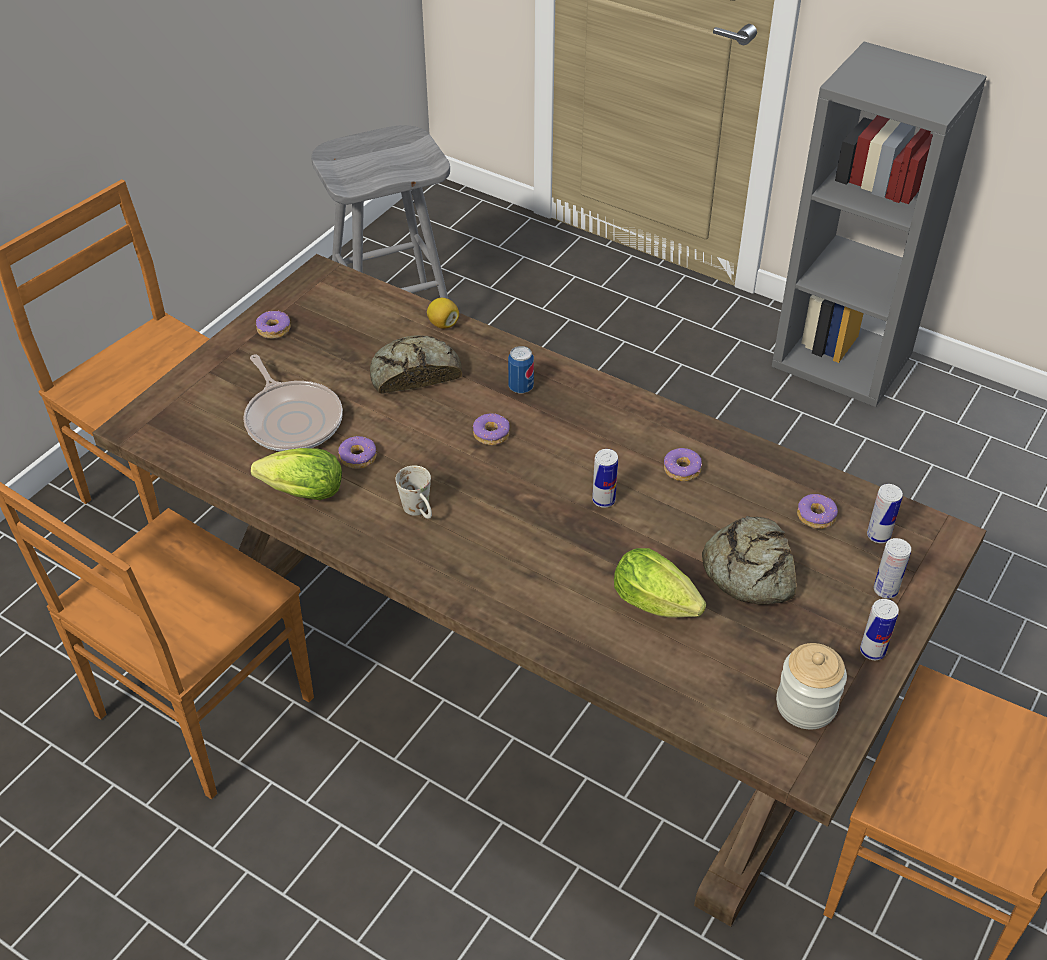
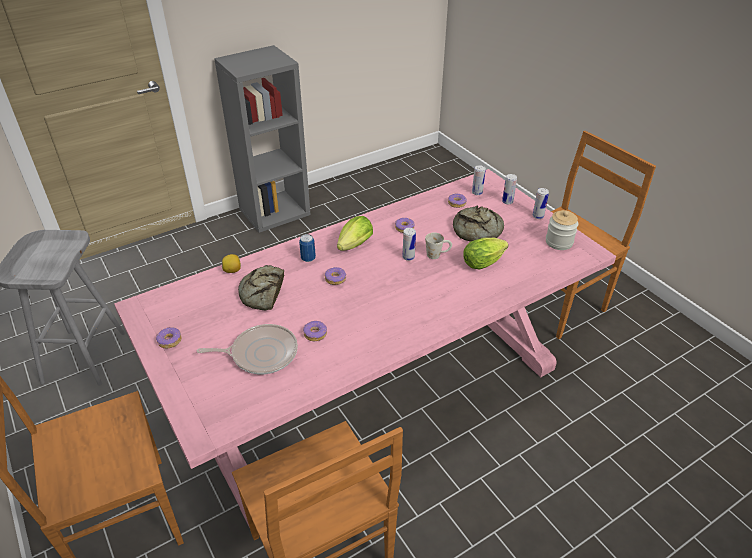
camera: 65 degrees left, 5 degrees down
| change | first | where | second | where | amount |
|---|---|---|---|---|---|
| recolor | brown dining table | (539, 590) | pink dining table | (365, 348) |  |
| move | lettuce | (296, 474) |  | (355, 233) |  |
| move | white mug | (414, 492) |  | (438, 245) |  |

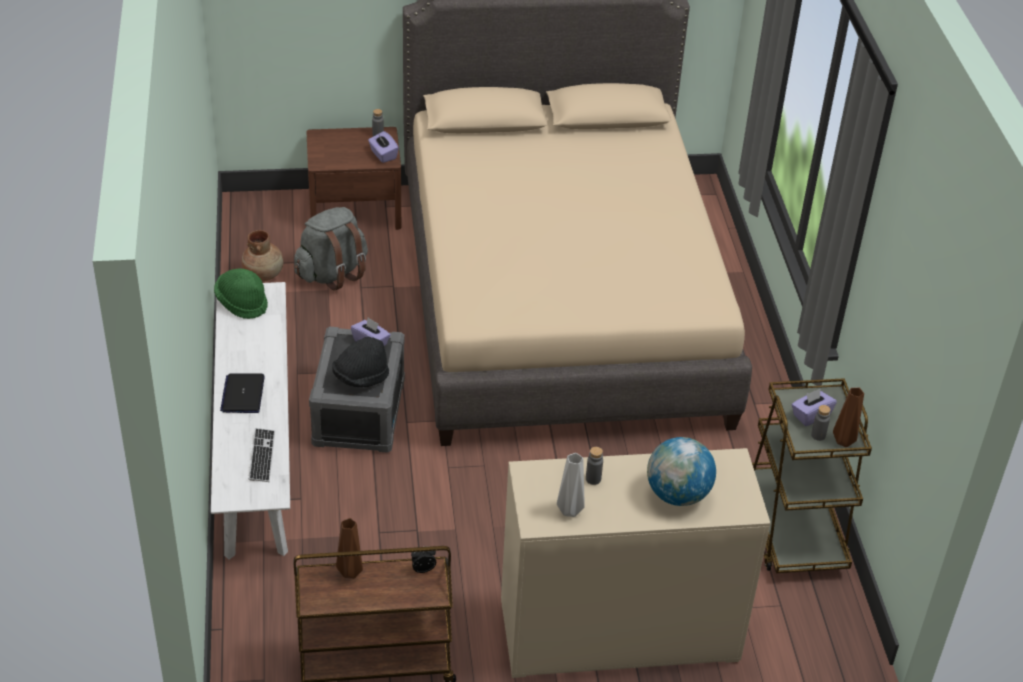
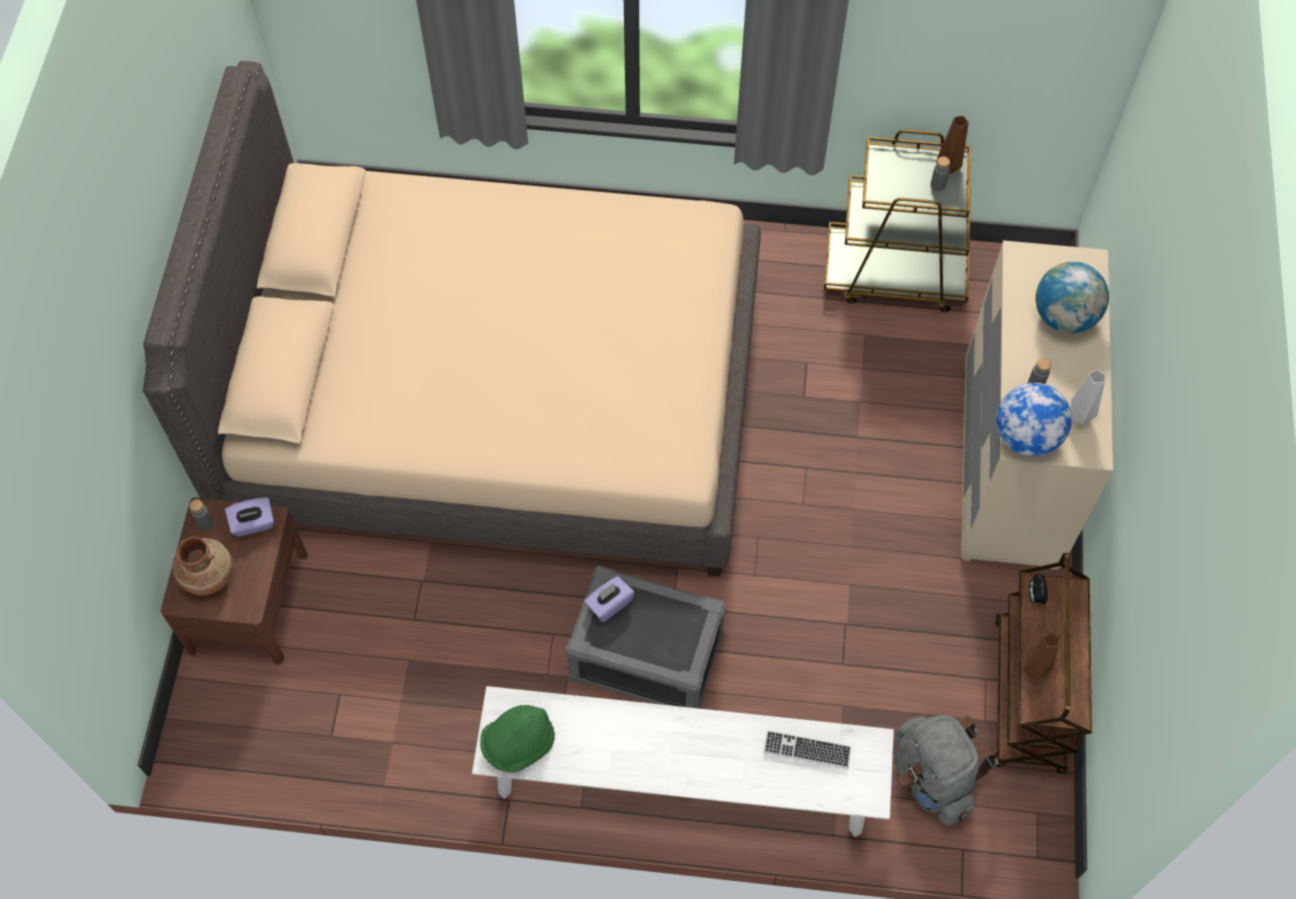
camera: 75 degrees left, 20 degrees up
| change | first | where | second | where | amount |
|---|---|---|---|---|---|
| move | brown vase | (263, 255) |  | (202, 566) |  |
| move | grey backpack | (331, 249) |  | (946, 770) |  |
| insert |  |  | globe | (1034, 419) |  |
| delete | laptop | (242, 393) |  |  |  |
| delete | black hat | (360, 362) |  |  |  |
| delete | purple tissue box | (814, 407) |  |  |  |

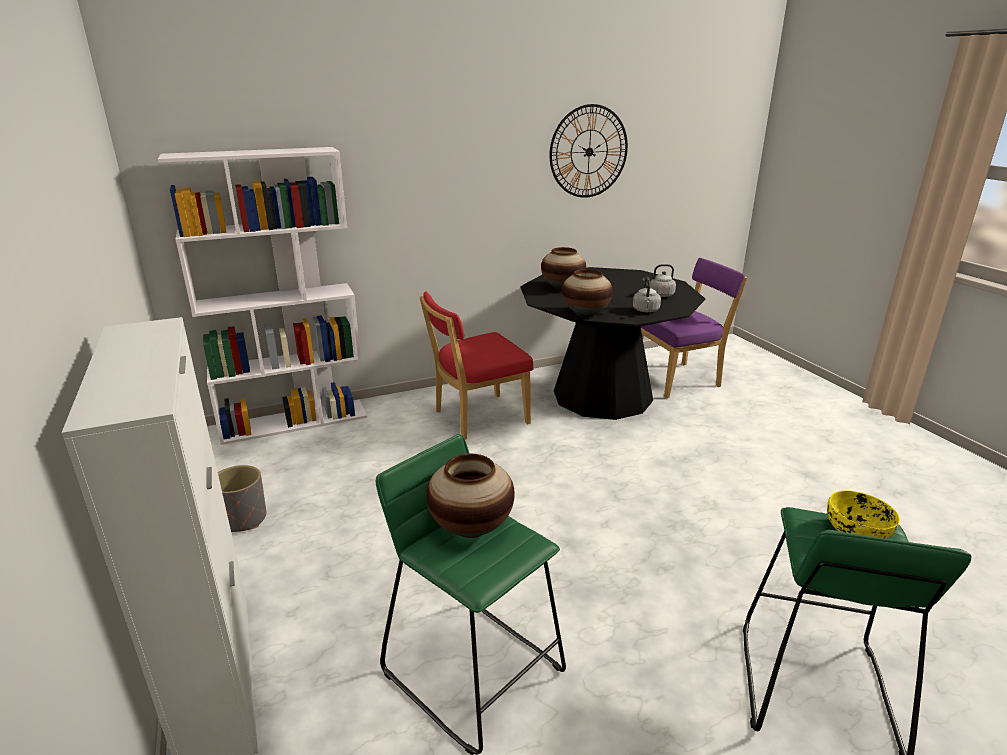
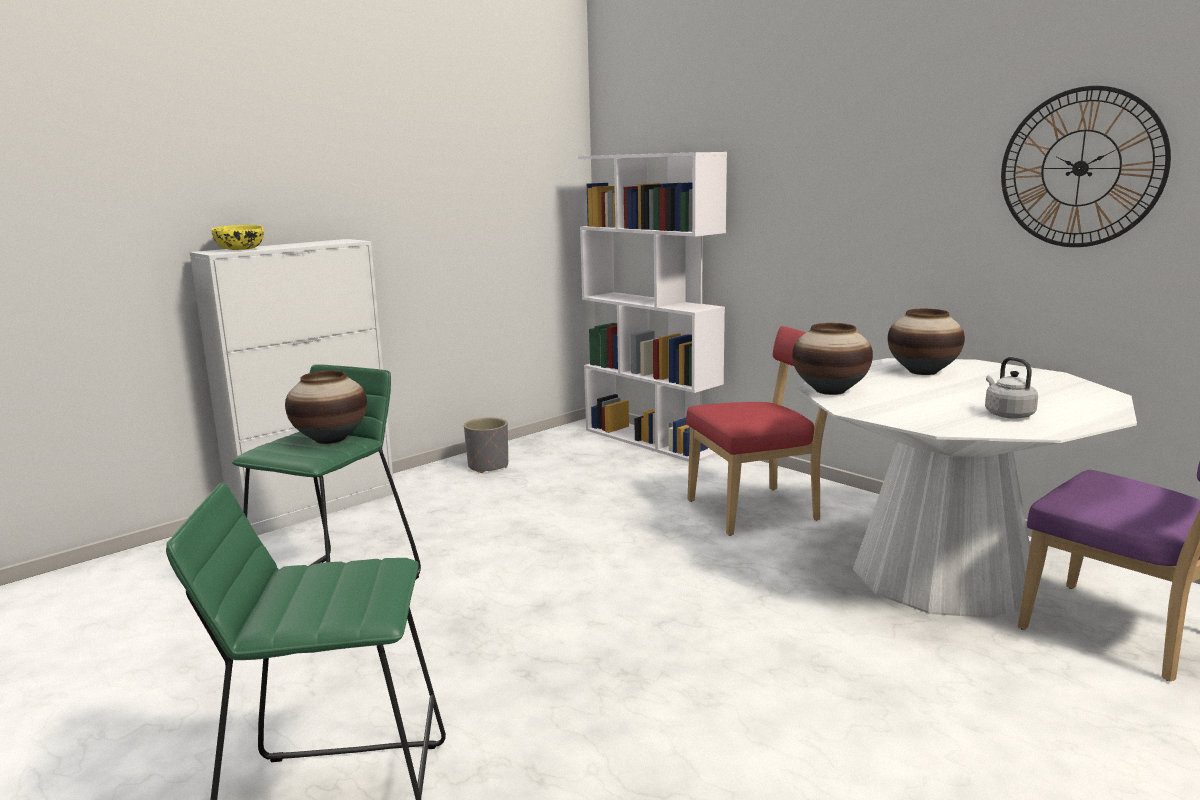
camera: 70 degrees right, 10 degrees down
| change | first | where | second | where | amount |
|---|---|---|---|---|---|
| move | yellow bowl | (863, 514) |  | (237, 237) |  |
| rotate | red chair | (476, 365) |  | (757, 431) | 120 degrees clockwise |
| recolor | black dining table | (613, 343) | white dining table | (967, 488) |  |
| delete | grey kettle | (647, 294) |  |  |  |

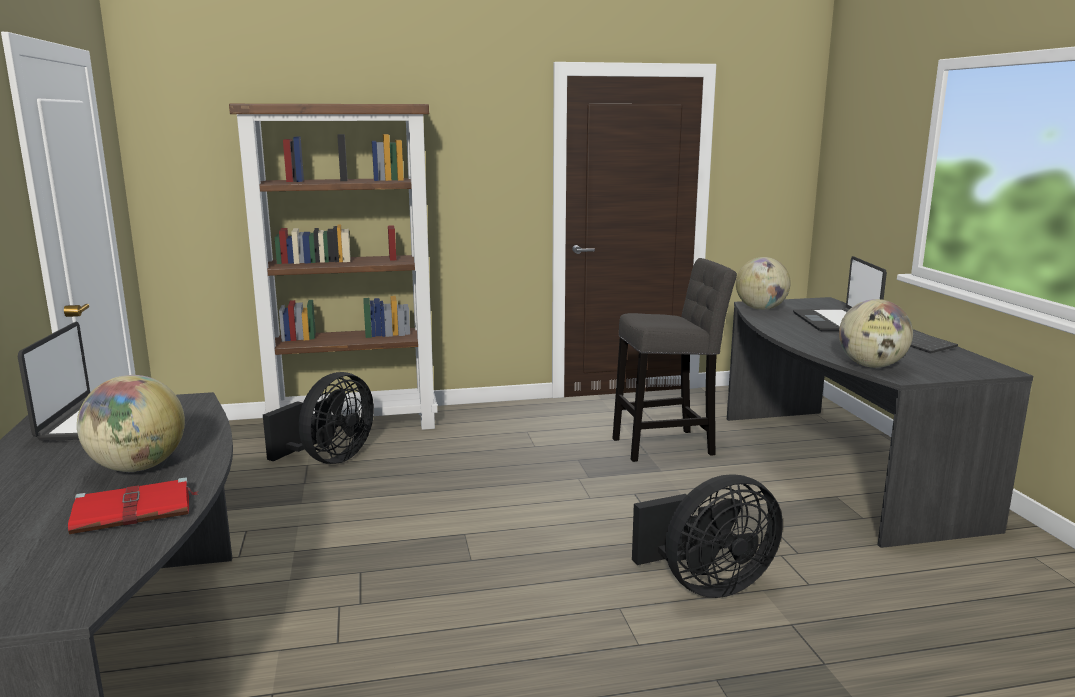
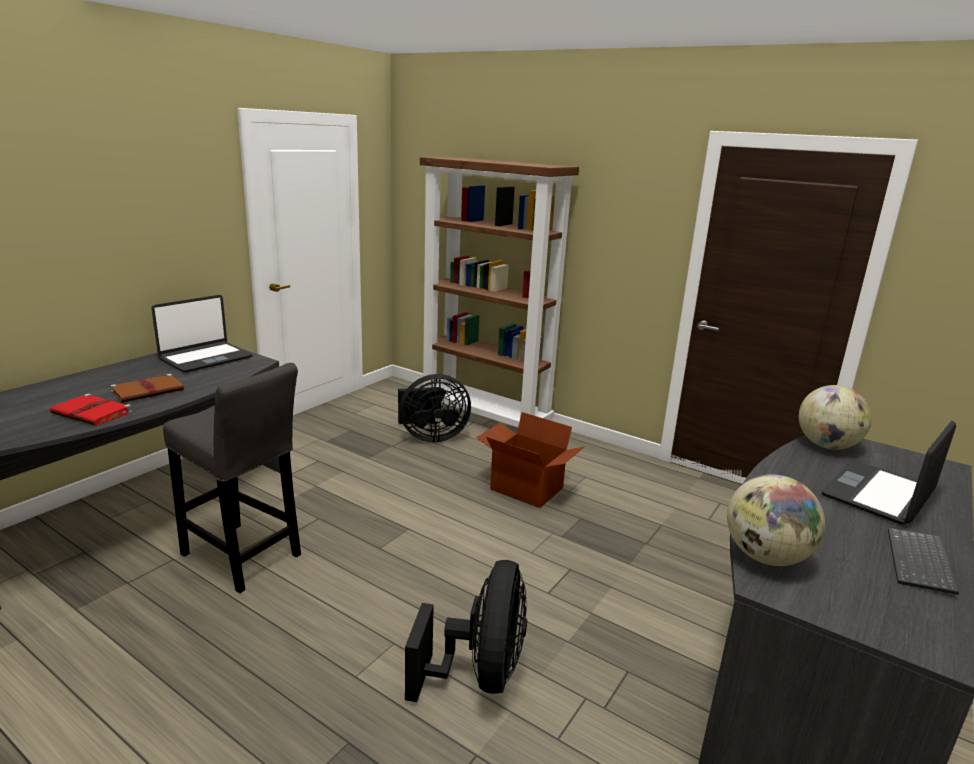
camera: 45 degrees right, 5 degrees up
| change | first | where | second | where | amount |
|---|---|---|---|---|---|
| replace | globe | (131, 423) | brown book | (147, 388) |  |
| move | grey stool | (674, 360) |  | (232, 478) |  |
| rotate | black fan | (707, 536) |  | (466, 631) | 105 degrees counterclockwise |
| insert |  |  | cardboard box | (530, 460) |  |

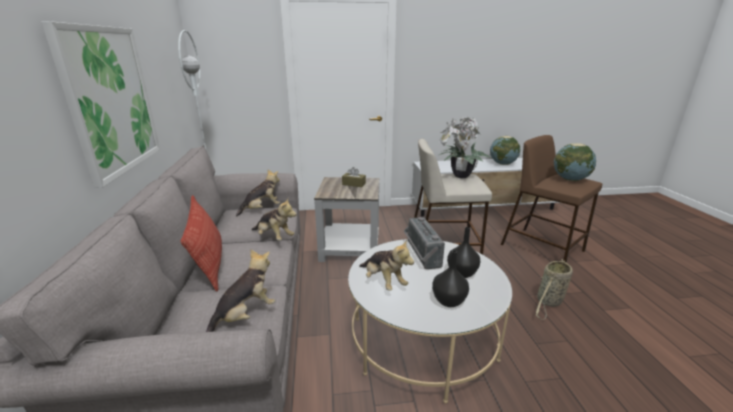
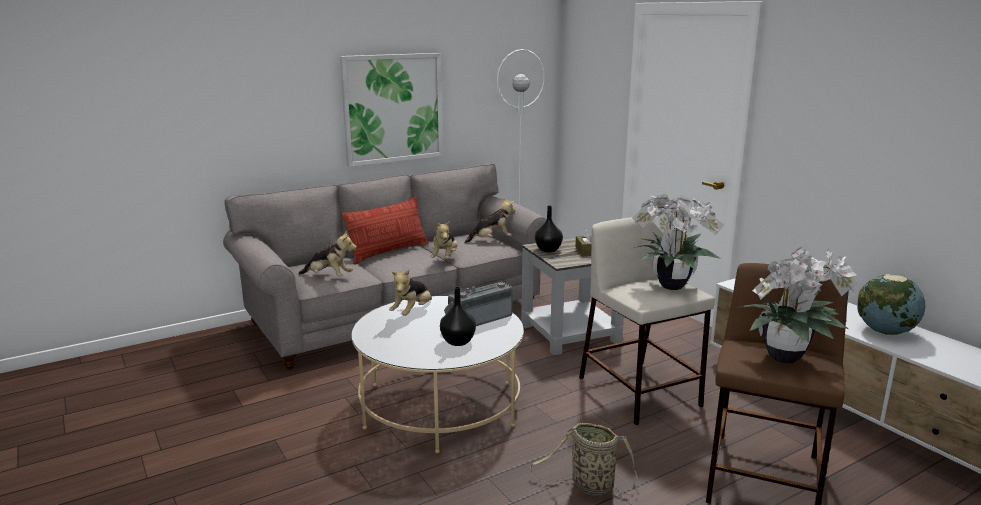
camera: 65 degrees right, 5 degrees down
| change | first | where | second | where | amount |
|---|---|---|---|---|---|
| rotate | plush toy | (258, 193) |  | (490, 220) | 45 degrees counterclockwise |
| move | black vase | (450, 278) |  | (549, 229) |  |
| replace | globe | (575, 162) | potted plant | (799, 305) |  |

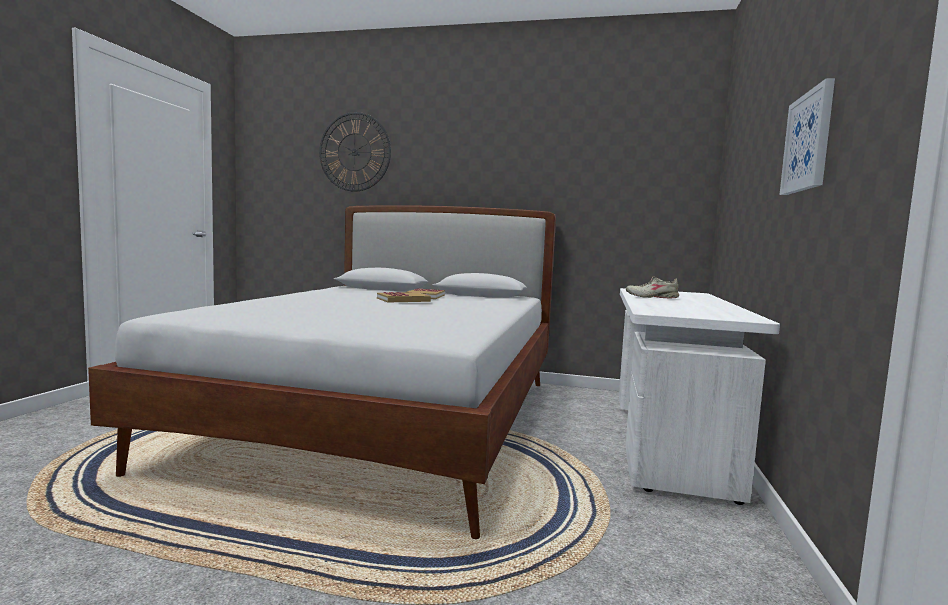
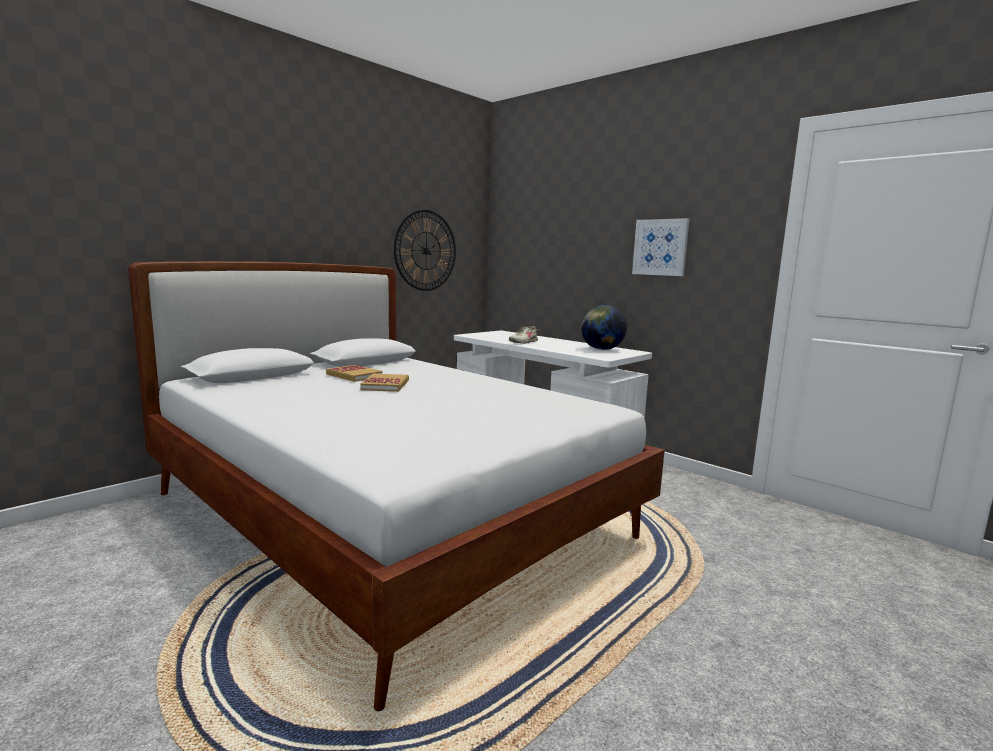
camera: 60 degrees left, 5 degrees up
| change | first | where | second | where | amount |
|---|---|---|---|---|---|
| move | wall clock | (355, 152) |  | (425, 250) |  |
| insert |  |  | globe | (604, 327) |  |

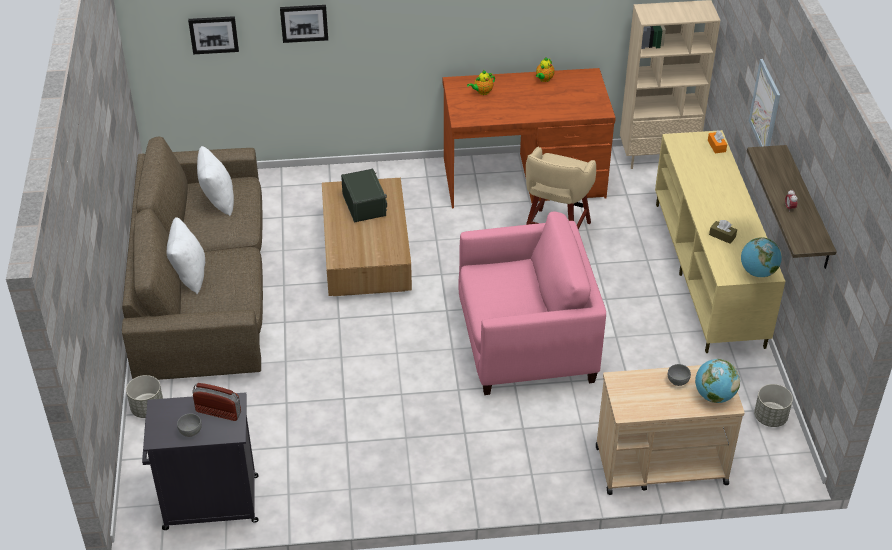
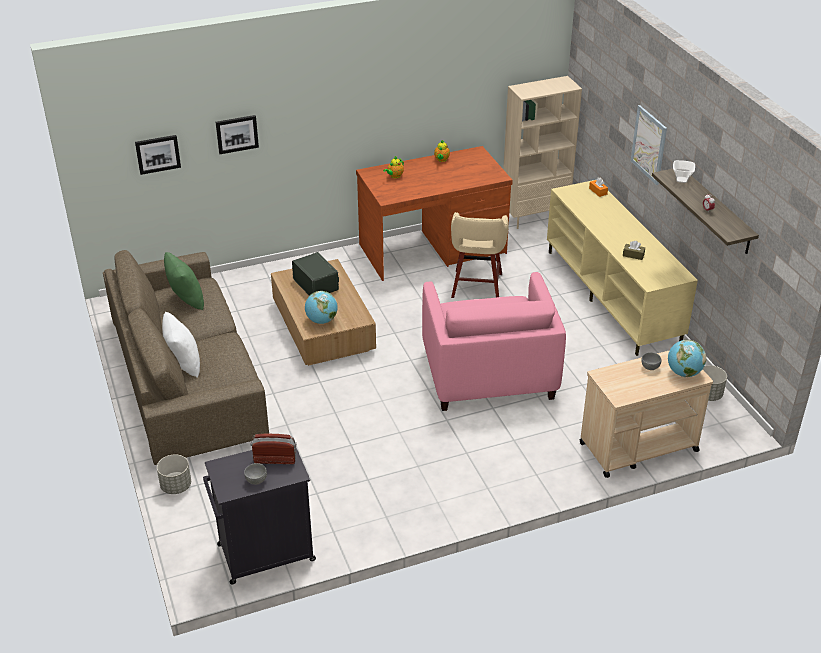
camera: 15 degrees left, 5 degrees down
| change | first | where | second | where | amount |
|---|---|---|---|---|---|
| recolor | white pillow | (215, 181) | green pillow | (184, 281) |  |
| move | globe | (761, 257) |  | (321, 307) |  |
| rotate | pink armchair | (532, 303) |  | (494, 341) | 105 degrees clockwise |
| insert |  |  | bowl | (684, 171) |  |

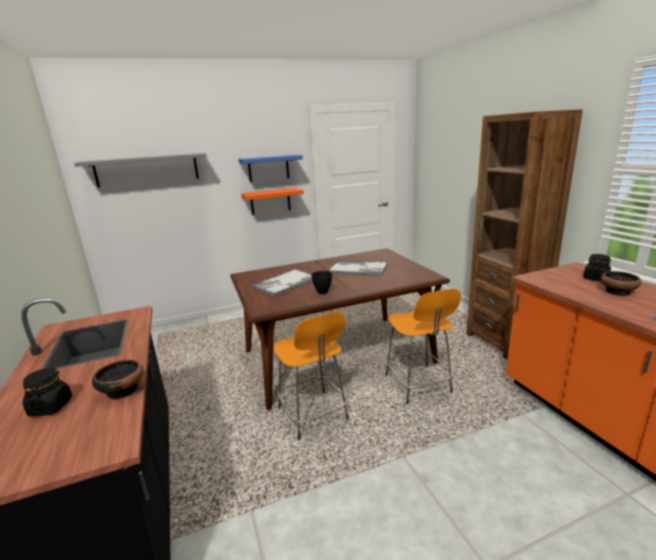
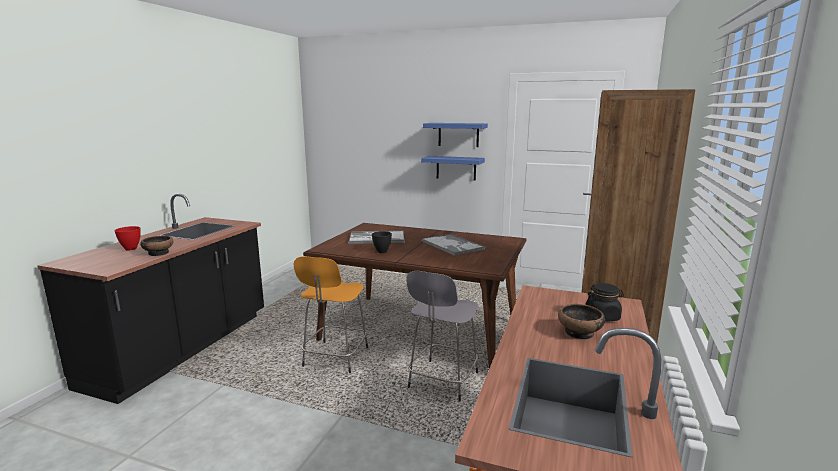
camera: 40 degrees right, 5 degrees down
| change | first | where | second | where | amount |
|---|---|---|---|---|---|
| replace | black jar | (47, 392) | red bowl | (128, 238) |  |
| recolor | orange stool | (423, 346) | grey stool | (442, 336) |  |
| recolor | orange shelf | (272, 201) | blue shelf | (453, 168) |  |
| delete | grey shelf | (140, 170) |  |  |  |

